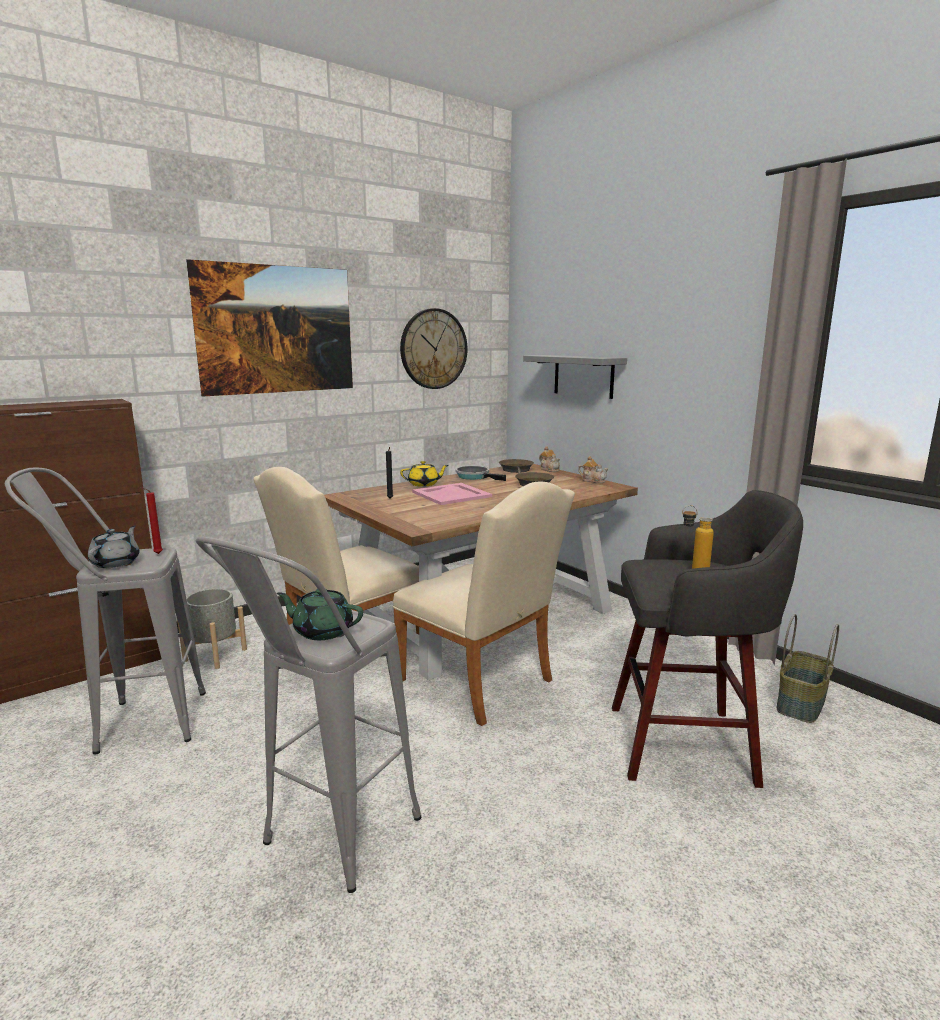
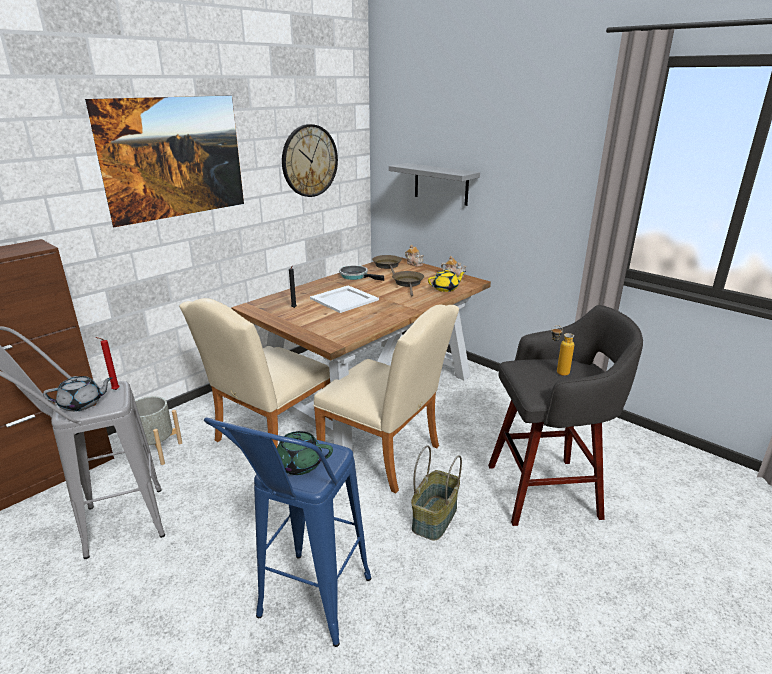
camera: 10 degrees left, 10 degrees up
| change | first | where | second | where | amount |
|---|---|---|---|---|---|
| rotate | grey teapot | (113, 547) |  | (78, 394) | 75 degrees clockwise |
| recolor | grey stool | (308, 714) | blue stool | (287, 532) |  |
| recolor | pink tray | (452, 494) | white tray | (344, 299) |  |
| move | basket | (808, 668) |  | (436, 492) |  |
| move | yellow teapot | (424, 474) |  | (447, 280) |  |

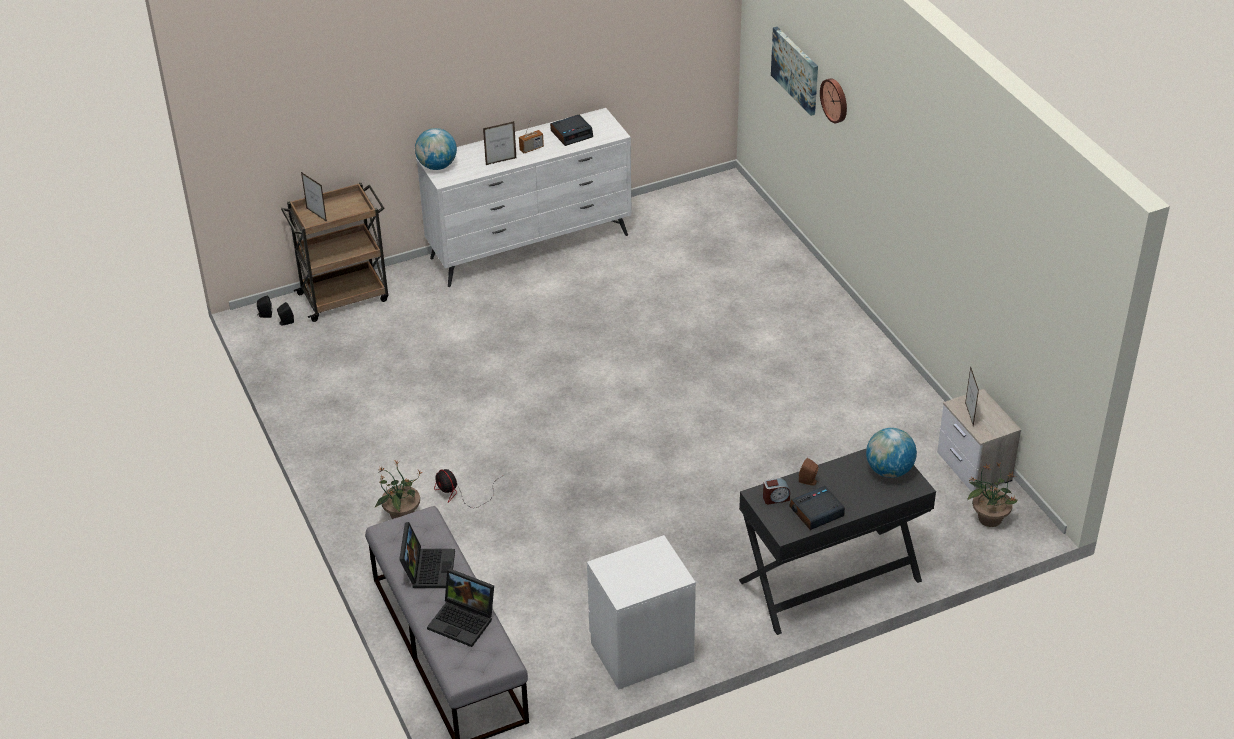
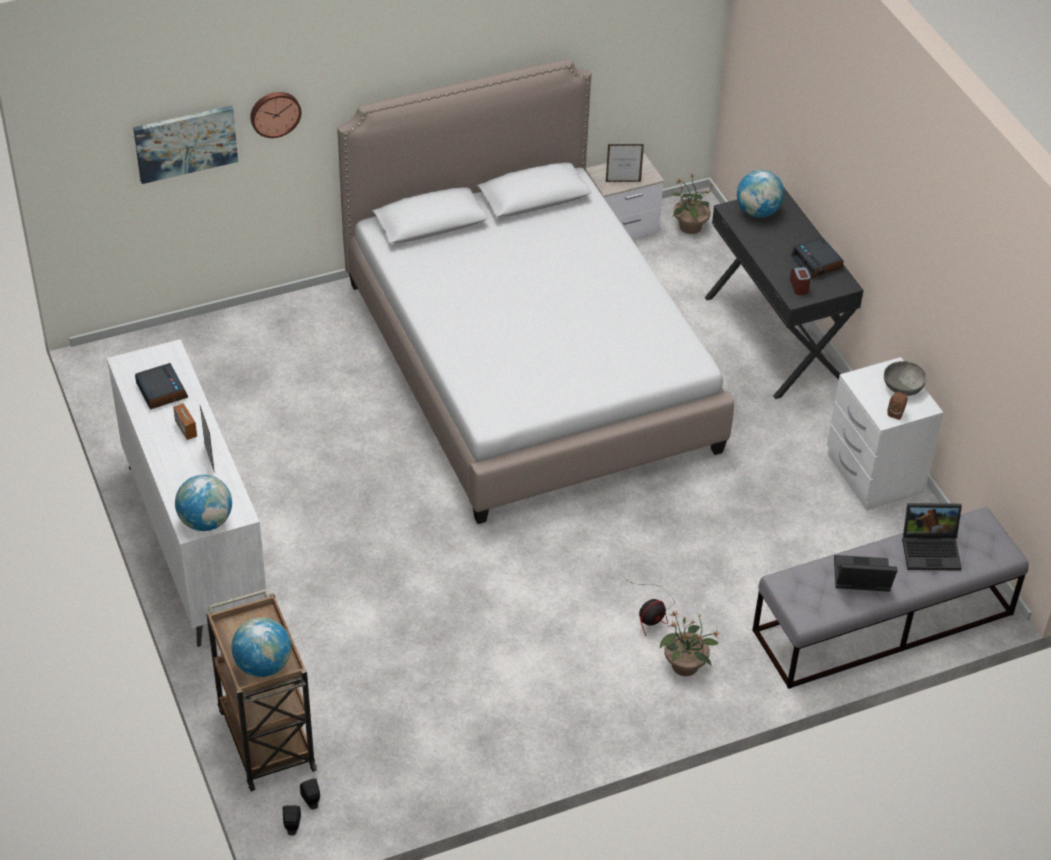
camera: 90 degrees left, 5 degrees up
| change | first | where | second | where | amount |
|---|---|---|---|---|---|
| replace | picture frame | (314, 197) | globe | (261, 647) |  |
| insert |  |  | bed | (535, 291) |  |
| insert |  |  | grey bowl | (905, 378) |  |
| move | brown speaker | (809, 472) |  | (897, 406) |  |
| rotate | laptop | (460, 607) |  | (932, 537) | 60 degrees clockwise |

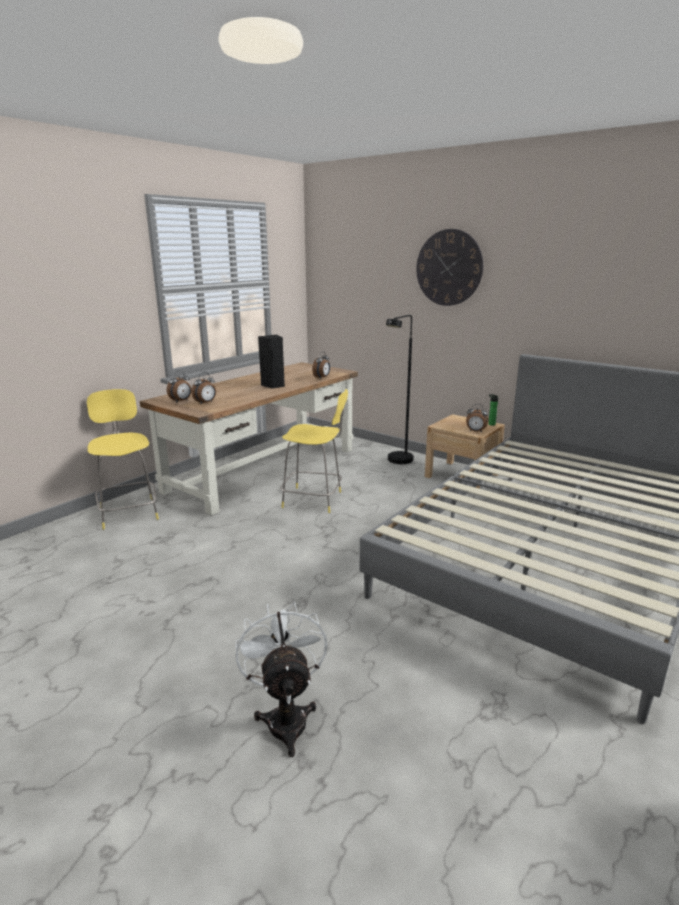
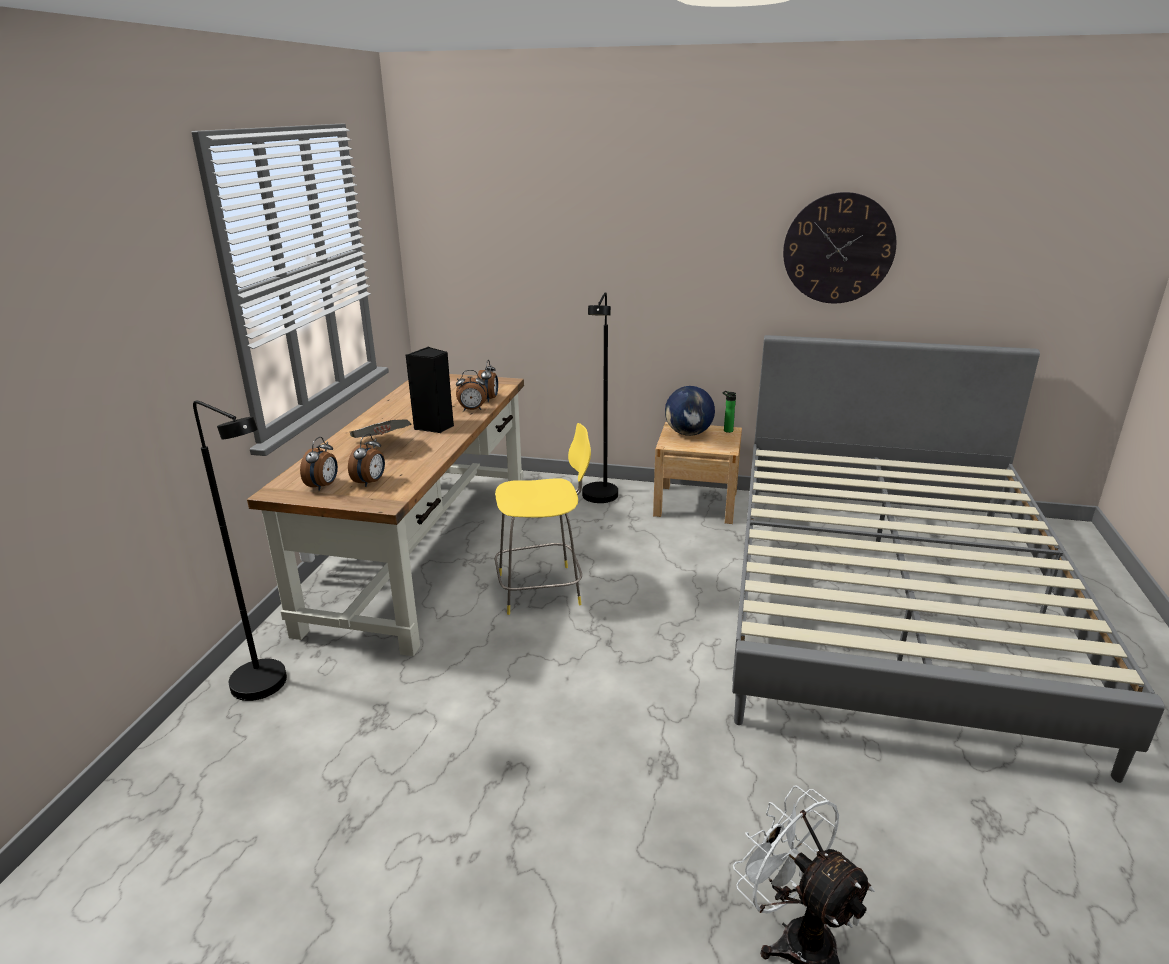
camera: 25 degrees left, 5 degrees up
| change | first | where | second | where | amount |
|---|---|---|---|---|---|
| replace | yellow stool | (123, 459) | black floor lamp | (240, 550) |  |
| insert |  |  | newspaper | (380, 428) |  |
| move | alarm clock | (477, 418) |  | (471, 390) |  |
| insert |  |  | globe | (690, 411) |  |
| move | wall clock | (449, 267) |  | (839, 247) |  |

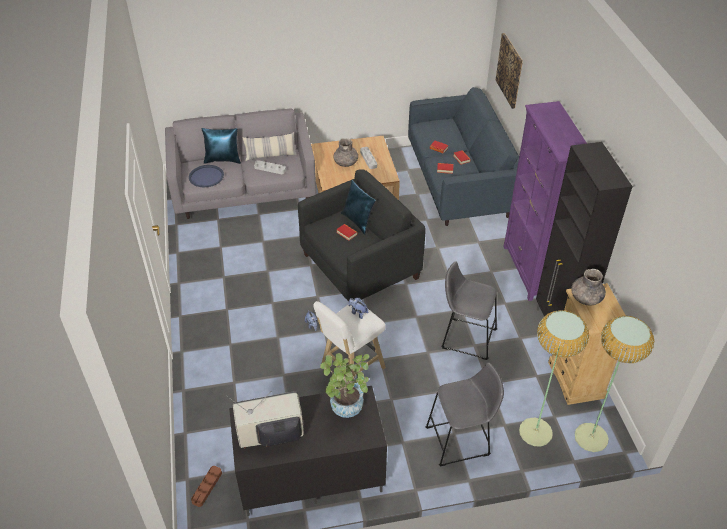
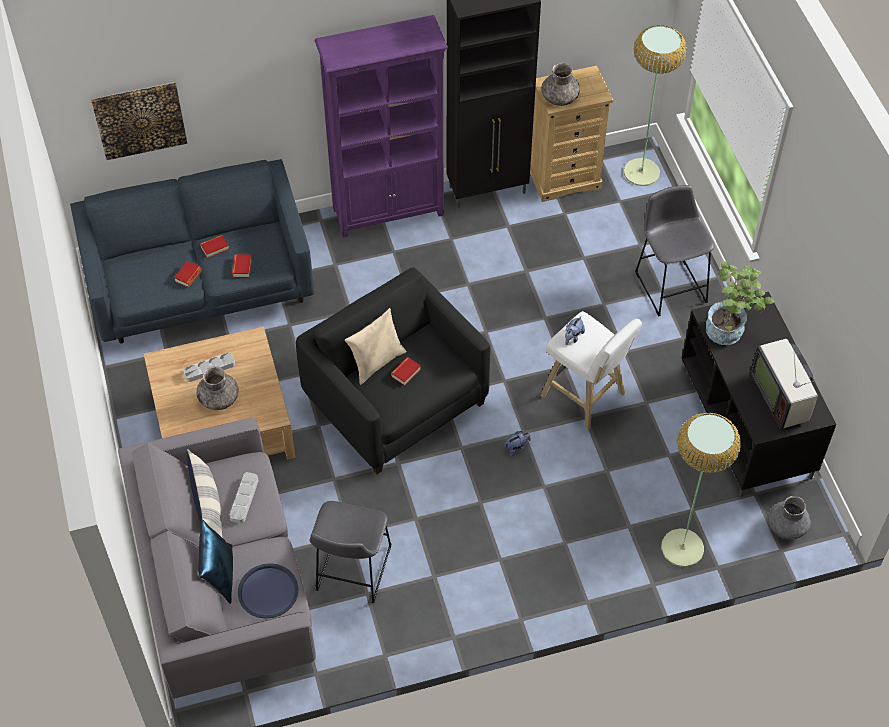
camera: 95 degrees left, 10 degrees up
| change | first | where | second | where | amount |
|---|---|---|---|---|---|
| move | grey stool | (469, 310) |  | (350, 552) |  |
| recolor | blue pillow | (358, 207) | beige pillow | (375, 346) |  |
| move | floor lamp | (554, 378) |  | (701, 489) |  |
| replace | brown tray | (206, 486) | grey vase | (789, 517) |  |

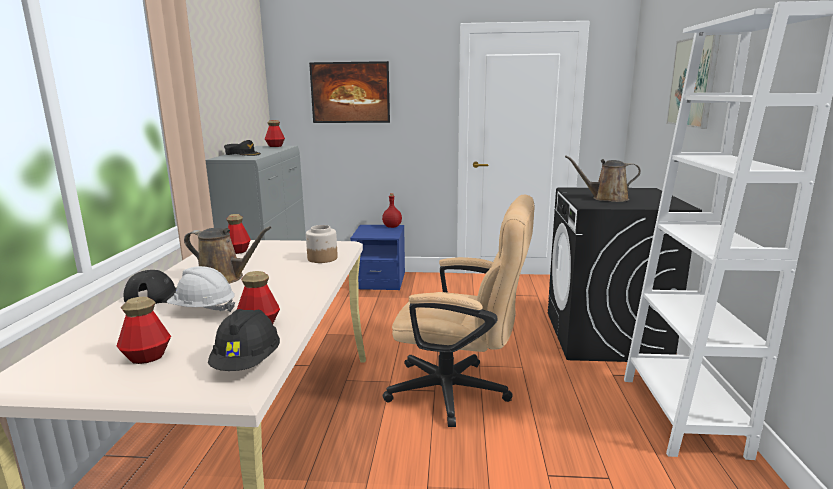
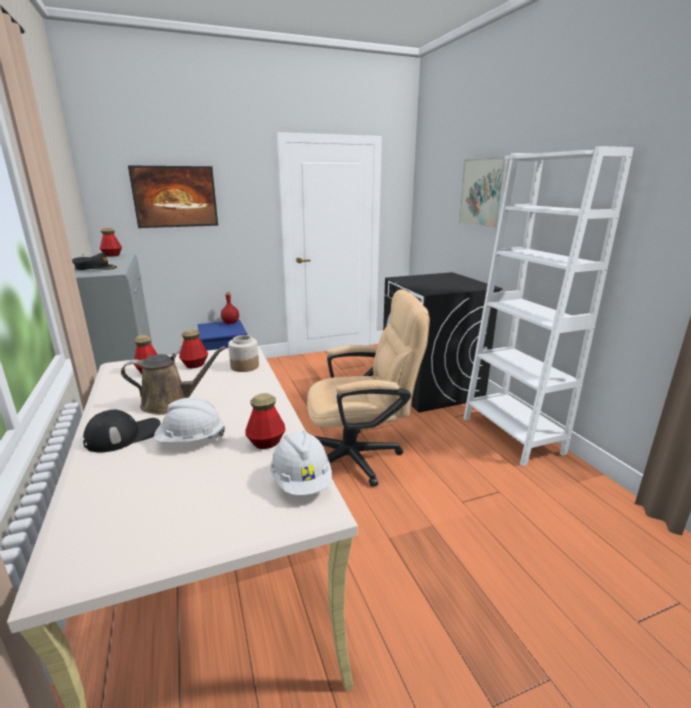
camera: 25 degrees left, 5 degrees up
| change | first | where | second | where | amount |
|---|---|---|---|---|---|
| move | bottle | (144, 330) |  | (193, 348) |  |
| recolor | black hard hat | (244, 340) | white hard hat | (301, 463) |  |
| delete | brown watering can | (603, 178) |  |  |  |

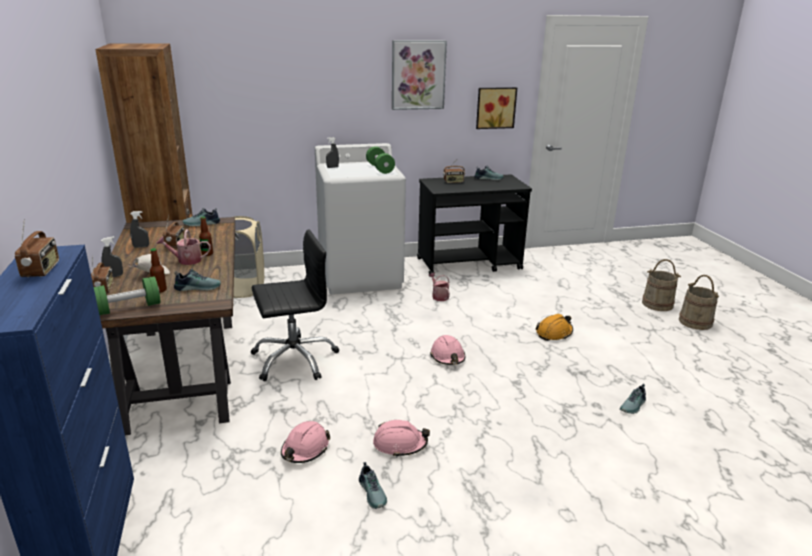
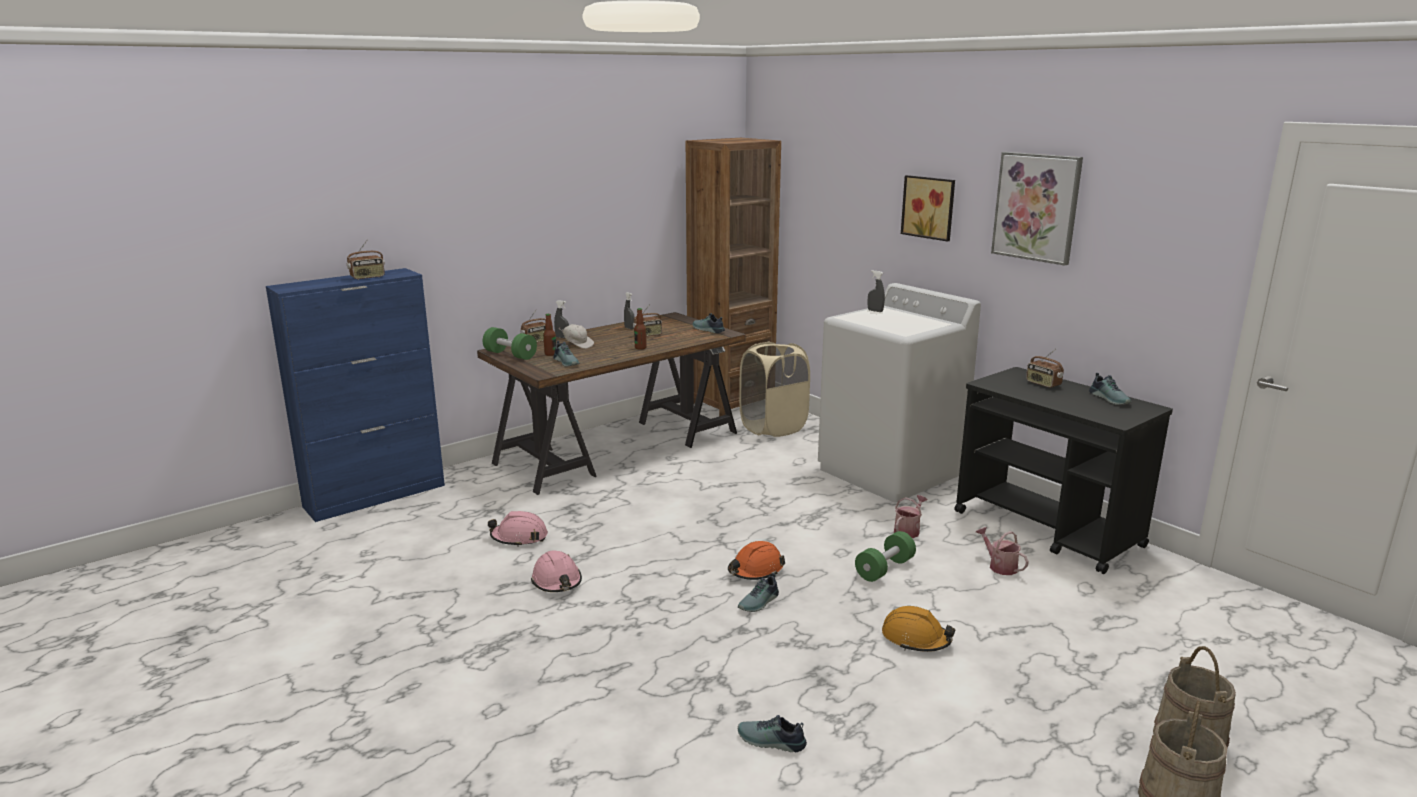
camera: 65 degrees right, 5 degrees down
| change | first | where | second | where | amount |
|---|---|---|---|---|---|
| recolor | pink hard hat | (447, 350) | orange hard hat | (756, 560) |  |
| move | shoe | (373, 485) |  | (758, 592) |  |
| move | green dumbbell | (380, 160) |  | (885, 556) |  |
| move | picture | (496, 108) |  | (928, 208) |  |
| move | watering can | (183, 247) |  | (1002, 551) |  |
| delete | black office chair | (295, 305) |  |  |  |

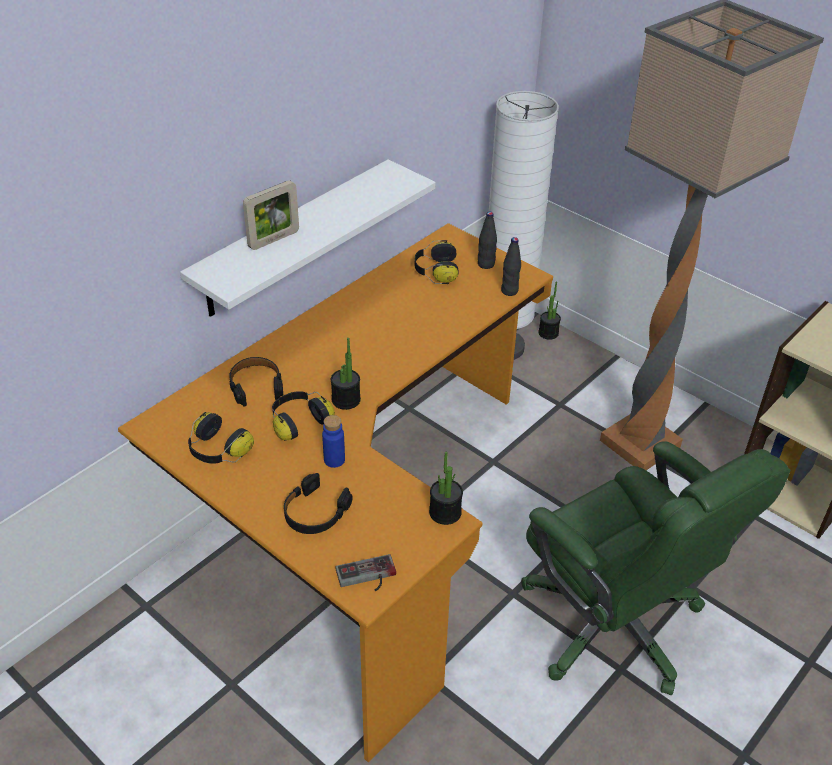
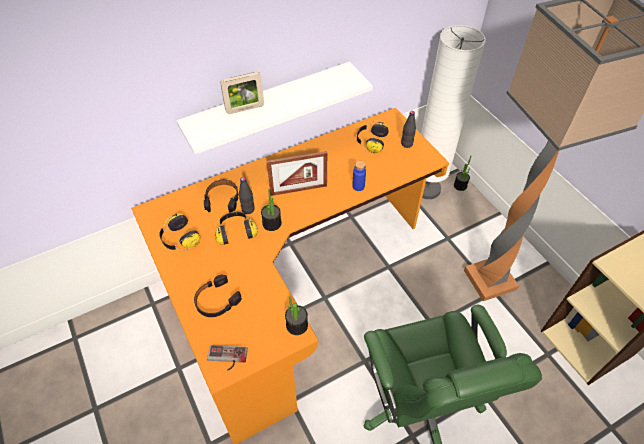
camera: 20 degrees right, 10 degrees up
| change | first | where | second | where | amount |
|---|---|---|---|---|---|
| move | black bottle | (511, 266) |  | (247, 195) |  |
| insert |  |  | picture frame | (297, 173) |  |
| move | blue bottle | (333, 441) |  | (359, 176) |  |

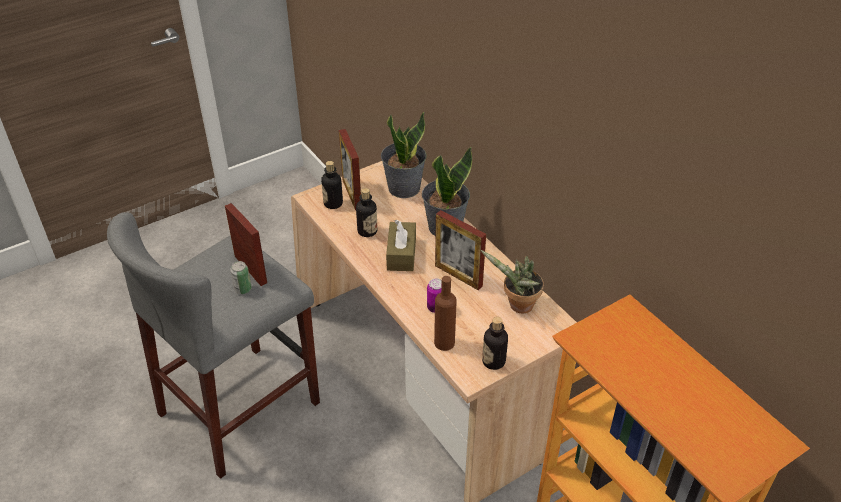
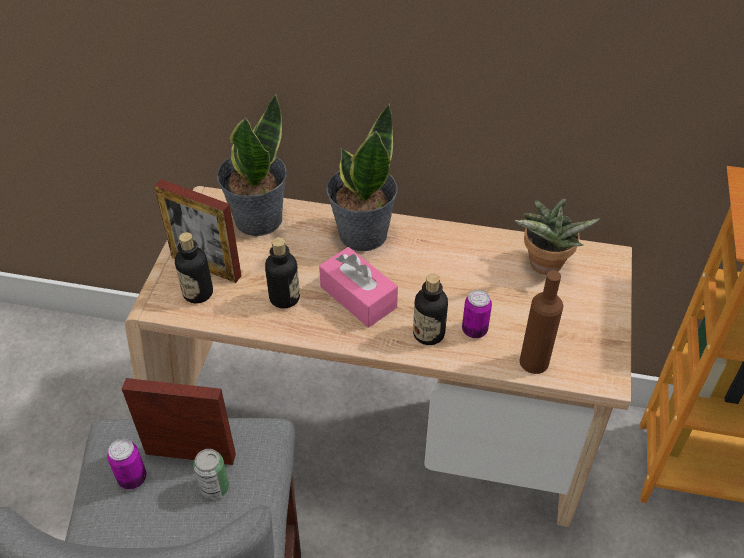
camera: 45 degrees left, 5 degrees up
| change | first | where | second | where | amount |
|---|---|---|---|---|---|
| insert |  |  | can | (127, 464) |  |
| recolor | brown tissue box | (401, 245) | pink tissue box | (358, 287) |  |
| move | bottle | (495, 343) |  | (430, 309) |  |
| delete | picture frame | (460, 250) |  |  |  |

